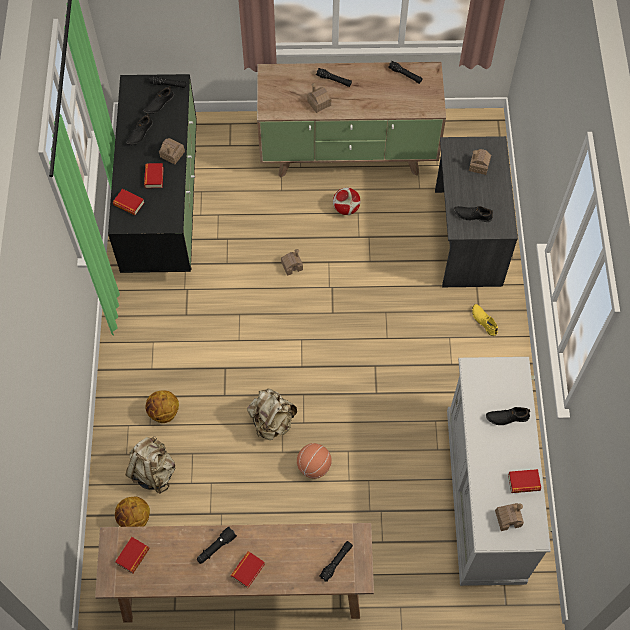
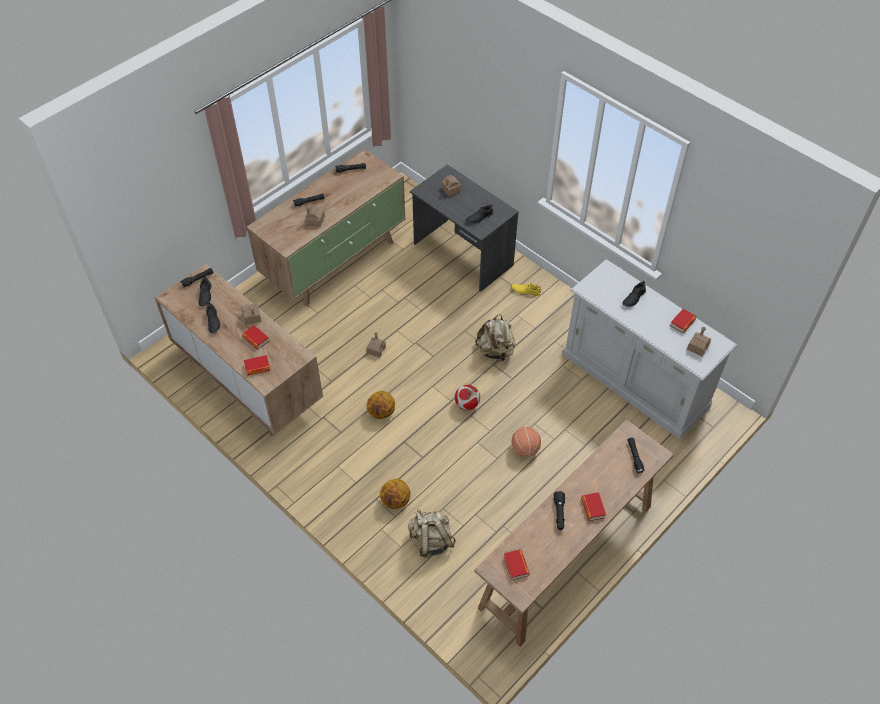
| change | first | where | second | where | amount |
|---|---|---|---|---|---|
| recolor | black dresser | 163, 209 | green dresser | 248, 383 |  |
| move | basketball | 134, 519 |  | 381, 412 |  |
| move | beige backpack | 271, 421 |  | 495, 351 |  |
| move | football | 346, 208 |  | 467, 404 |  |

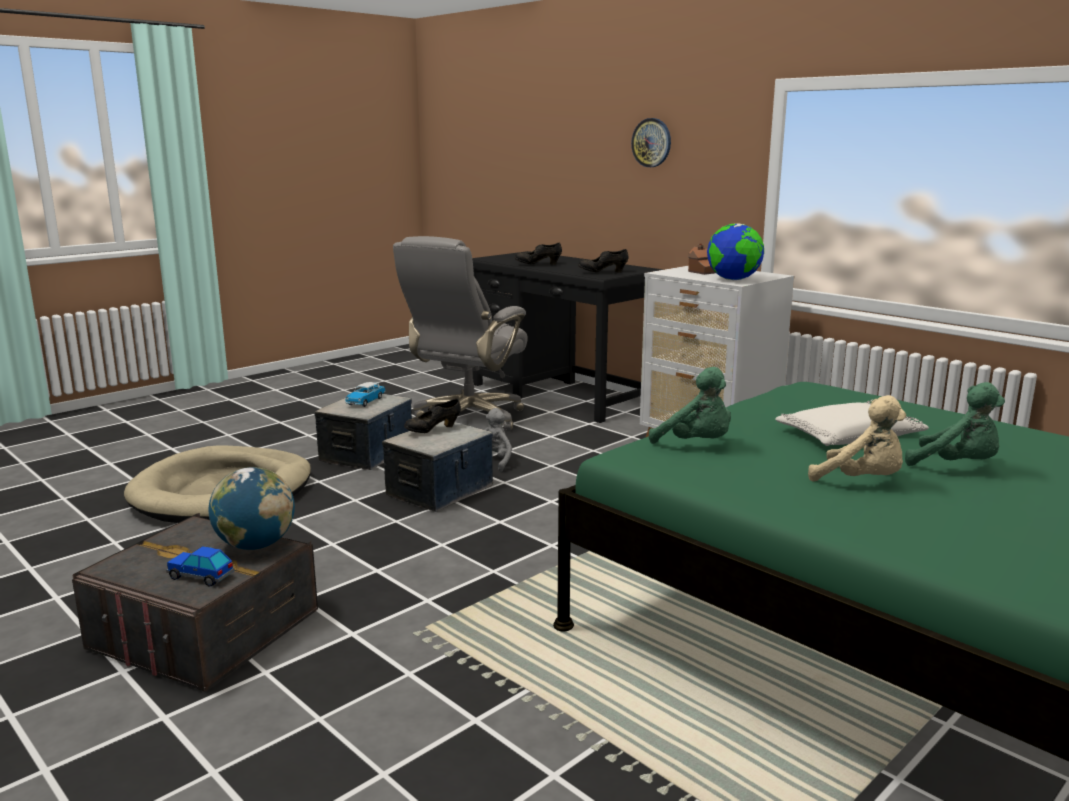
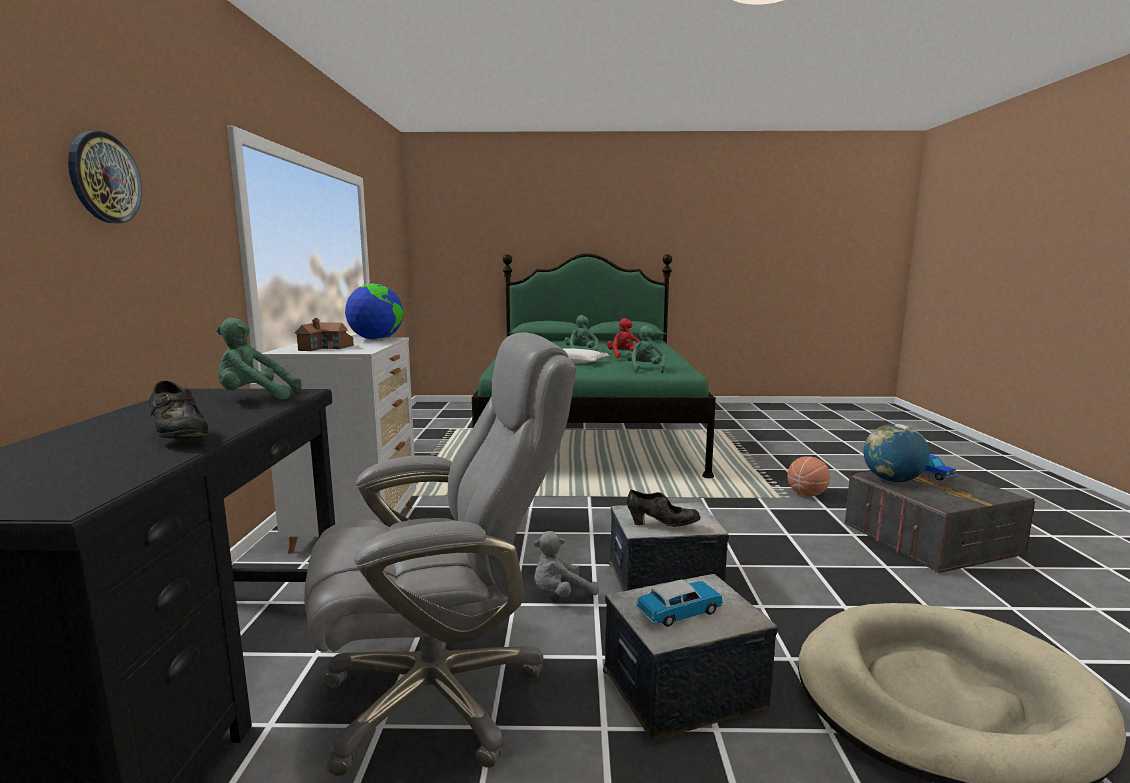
| change | first | where | second | where | amount |
|---|---|---|---|---|---|
| replace | black shoe | 602, 272 | green plush toy | 255, 398 |  |
| recolor | beige plush toy | 861, 481 | red plush toy | 624, 357 |  |
| insert |  |  | basketball | 807, 494 |  |

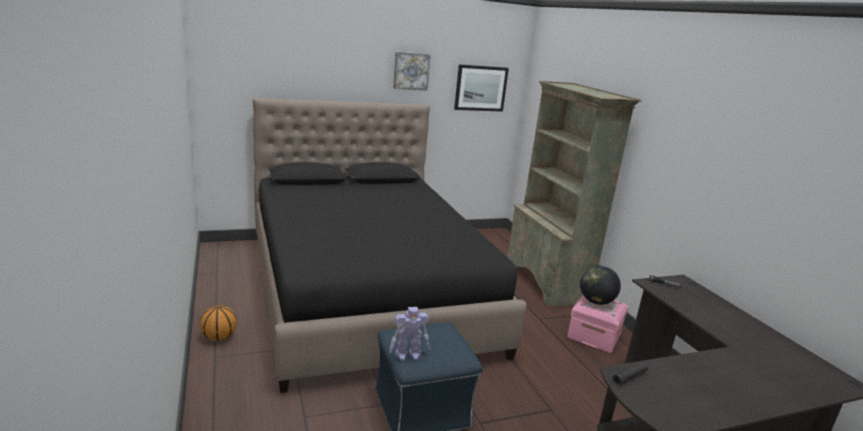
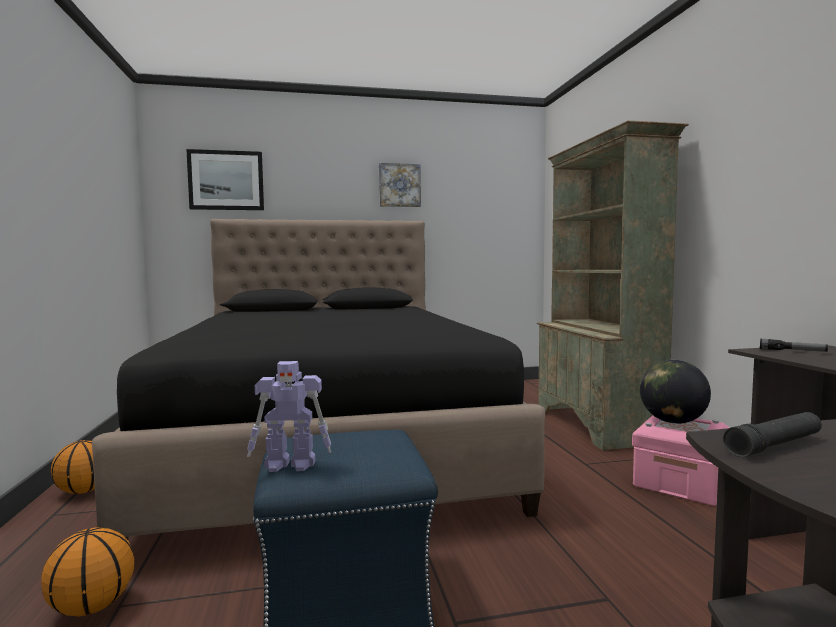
| change | first | where | second | where | amount |
|---|---|---|---|---|---|
| move | picture | 480, 88 |  | 226, 180 |  |
| insert |  |  | basketball | 93, 606 |  |

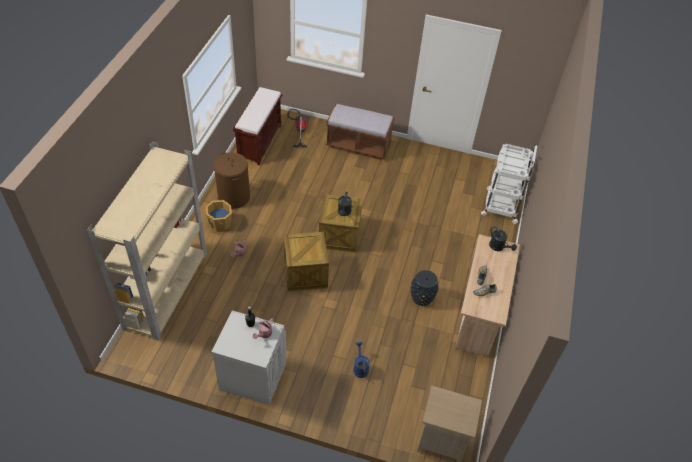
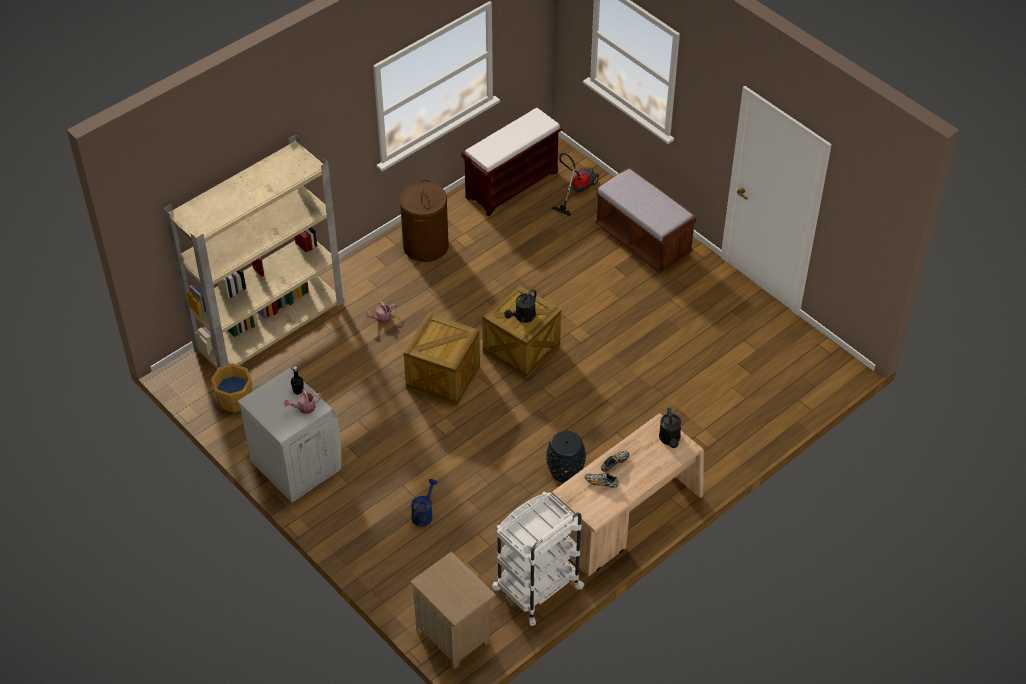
| change | first | where | second | where | amount |
|---|---|---|---|---|---|
| move | orange bucket | 221, 224 |  | 235, 400 |  |
| move | white cart | 501, 206 |  | 537, 587 |  |

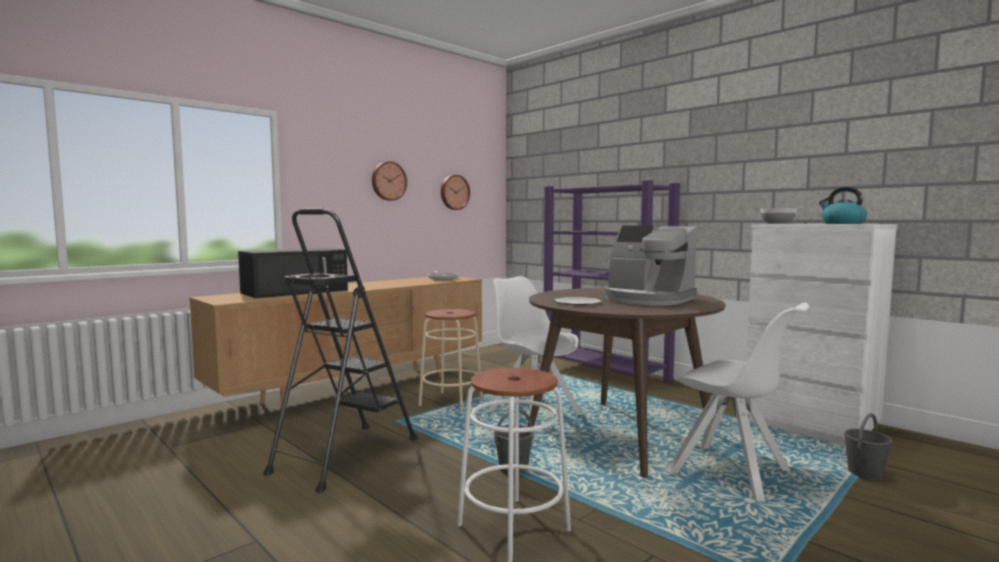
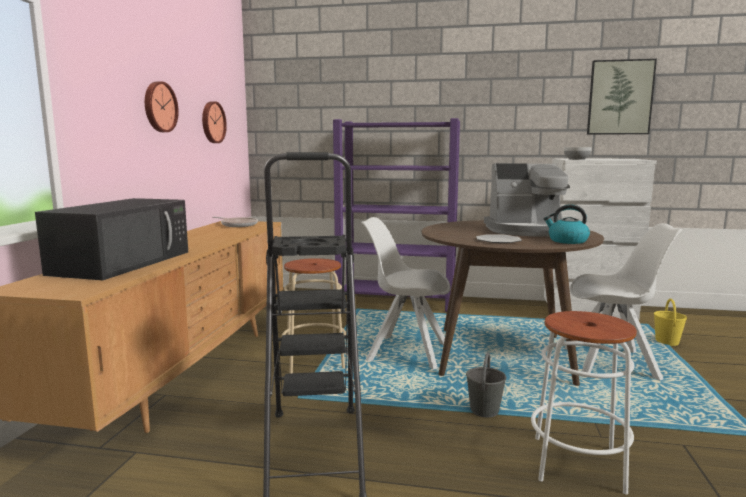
| change | first | where | second | where | amount |
|---|---|---|---|---|---|
| move | kettle | 842, 224 |  | 567, 241 |  |
| recolor | grey bucket | 865, 473 | yellow bucket | 667, 341 |  |
| insert |  |  | picture | 620, 97 |  |

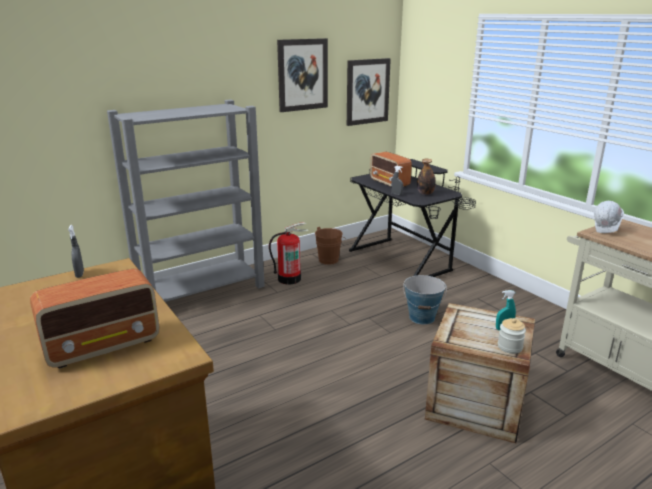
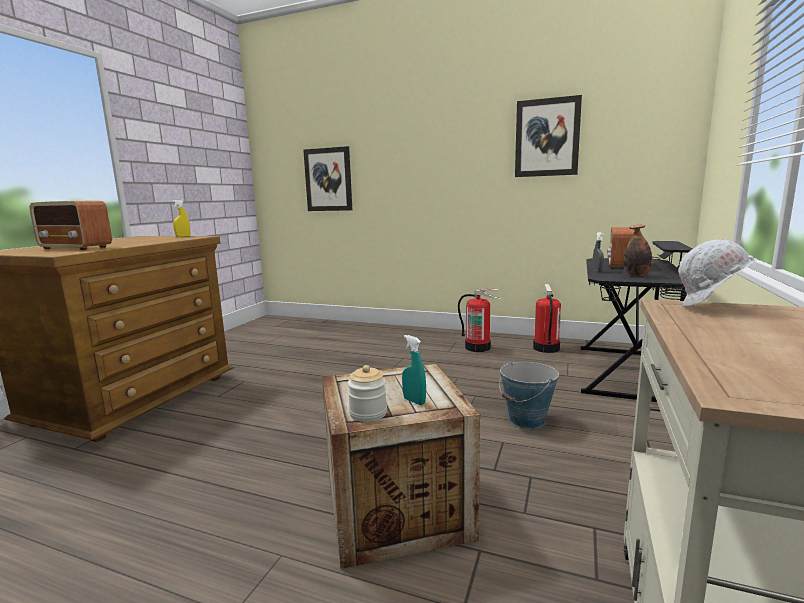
| change | first | where | second | where | amount |
|---|---|---|---|---|---|
| recolor | grey spray bottle | 79, 274 | yellow spray bottle | 183, 236 |  |
| delete | grey bookcase | 201, 291 |  |  |  |
| replace | brown bucket | 330, 259 | fire extinguisher | 545, 348 |  |
| move | picture | 367, 91 |  | 328, 179 |  |

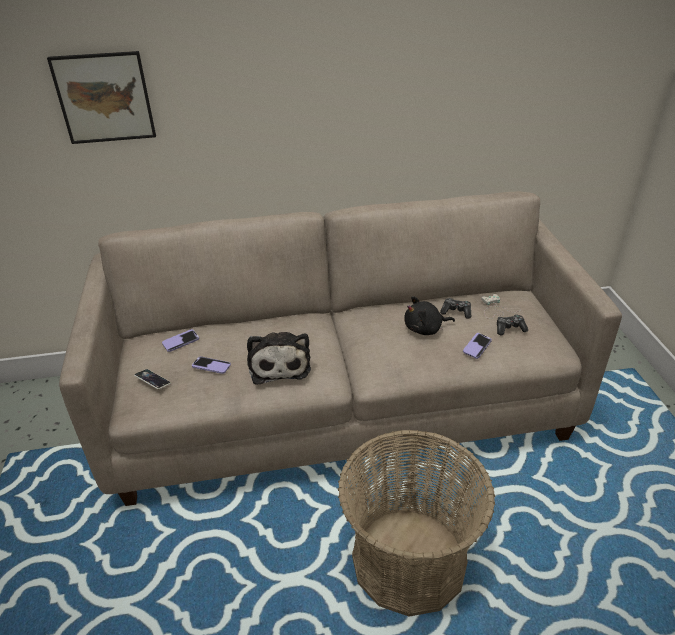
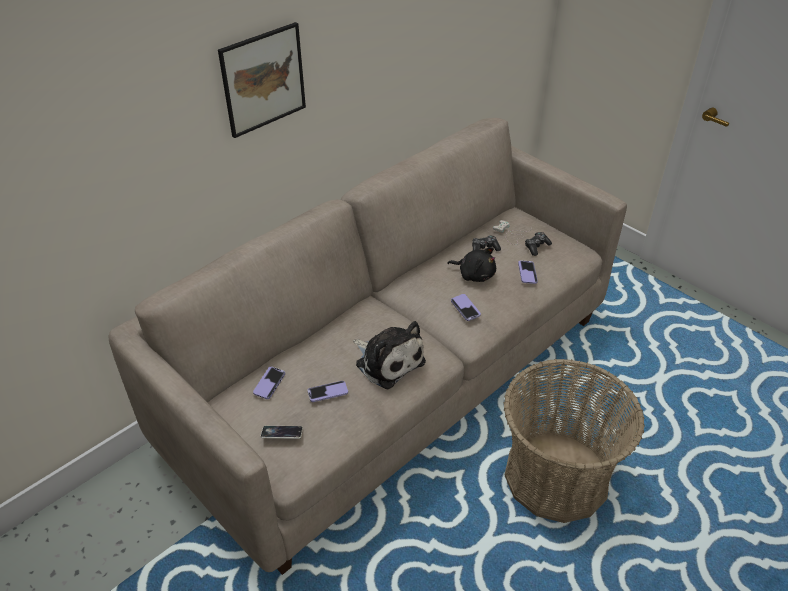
| change | first | where | second | where | amount |
|---|---|---|---|---|---|
| move | picture | 104, 98 |  | 263, 79 |  |
| rotate | black plush toy | 425, 329 |  | 474, 274 | 105 degrees counterclockwise |
| insert |  |  | phone | 465, 308 |  |

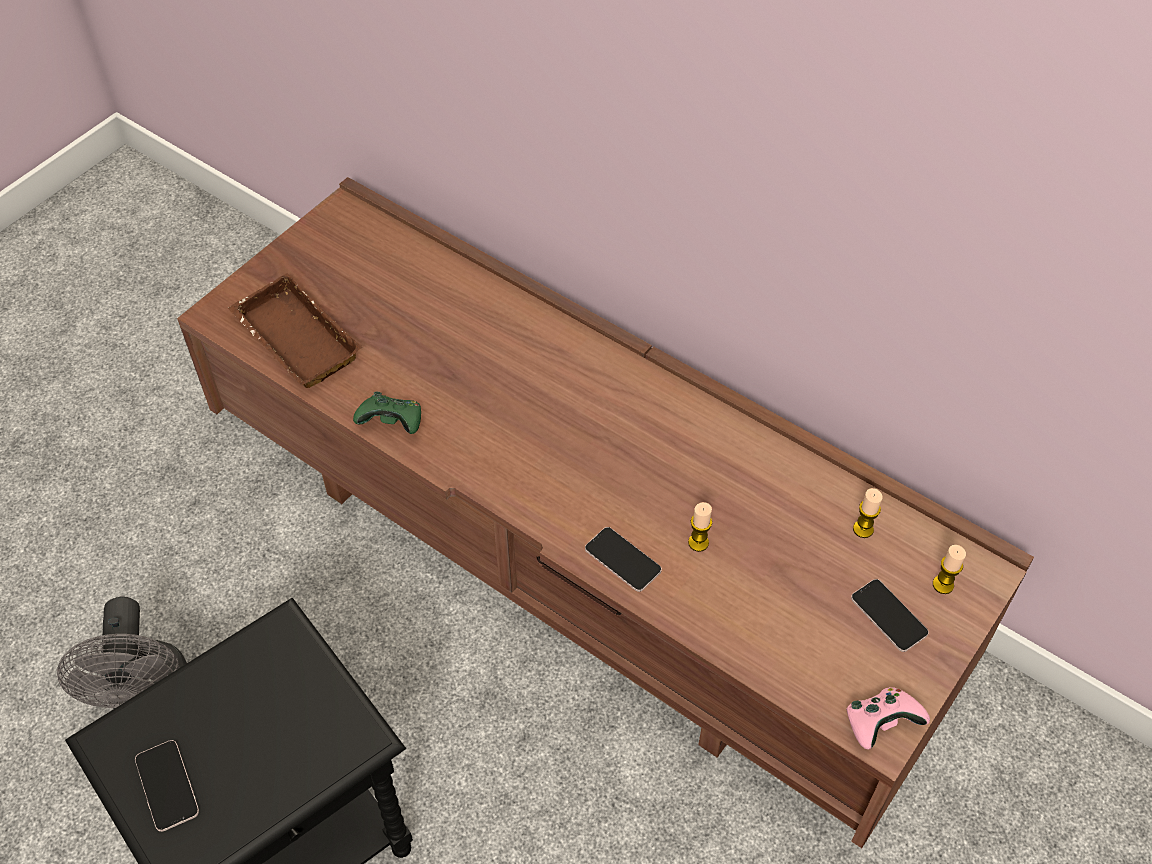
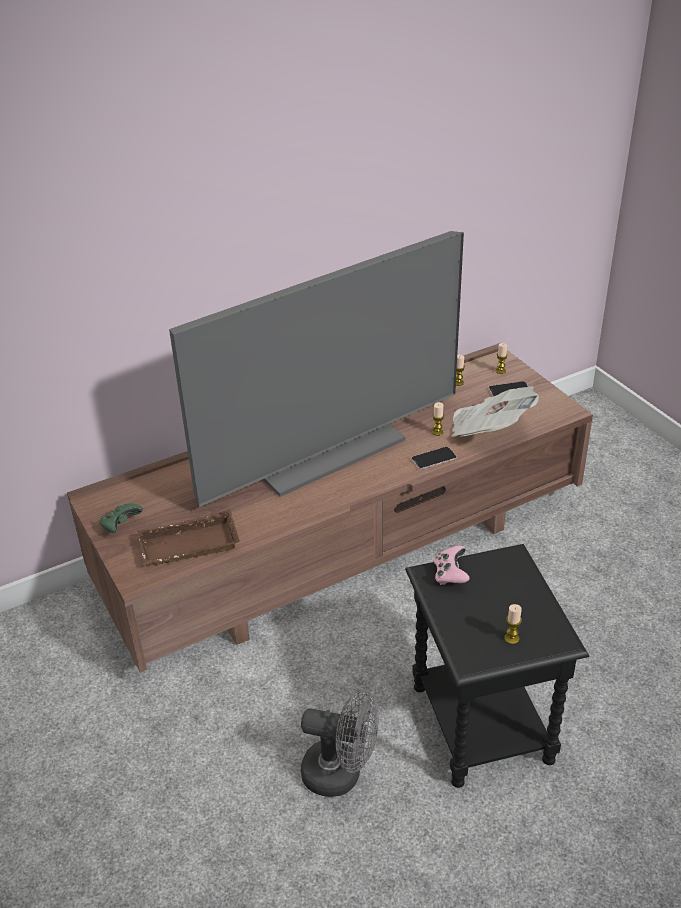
| change | first | where | second | where | amount |
|---|---|---|---|---|---|
| replace | phone | 167, 786 | candle | 511, 638 |  |
| move | green game controller | 393, 423 |  | 121, 525 |  |
| move | pink game controller | 880, 724 |  | 450, 575 |  |
| insert |  |  | television | 325, 448 |  |
| insert |  |  | newspaper | 489, 430 |  |

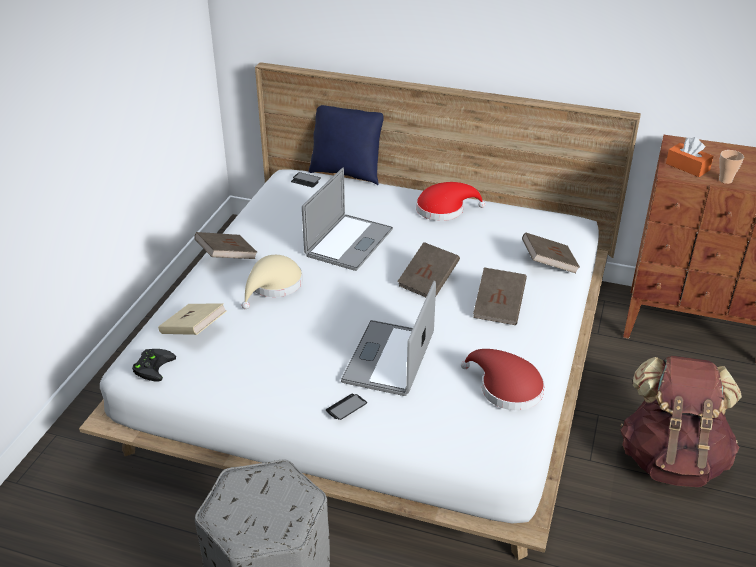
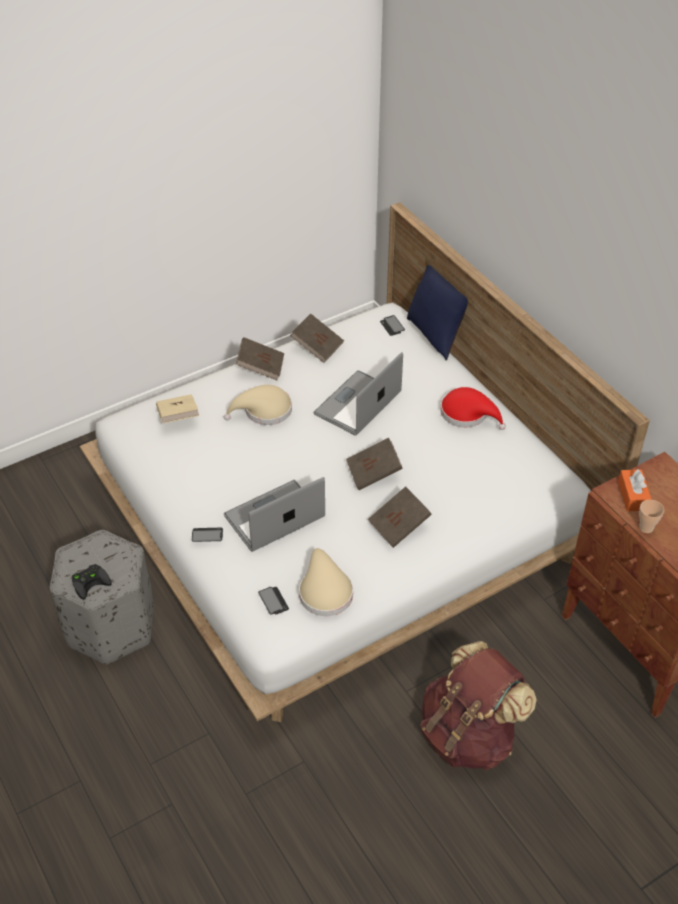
| change | first | where | second | where | amount |
|---|---|---|---|---|---|
| move | black game controller | 152, 365 |  | 91, 581 |  |
| rotate | laptop | 349, 242 |  | 357, 403 | 150 degrees clockwise |
| recolor | red hat | 506, 388 | beige hat | 324, 591 |  |
| move | brown book | 548, 264 |  | 317, 346 |  |
| insert |  |  | phone | 273, 601 |  |

